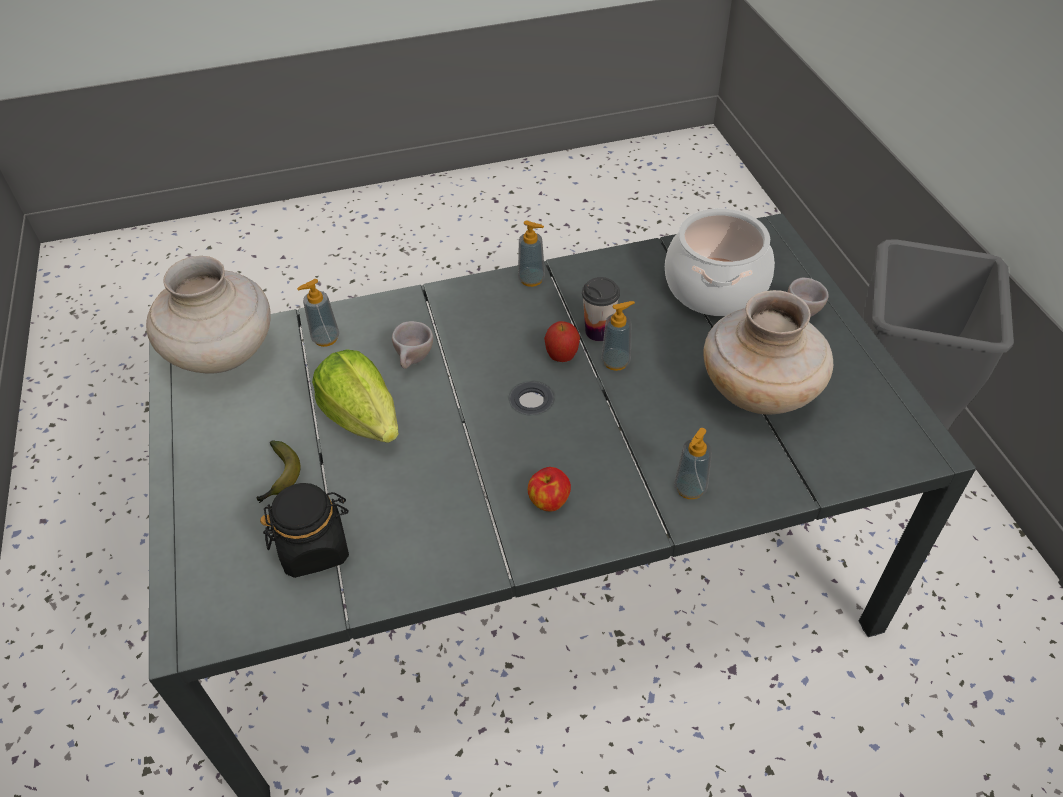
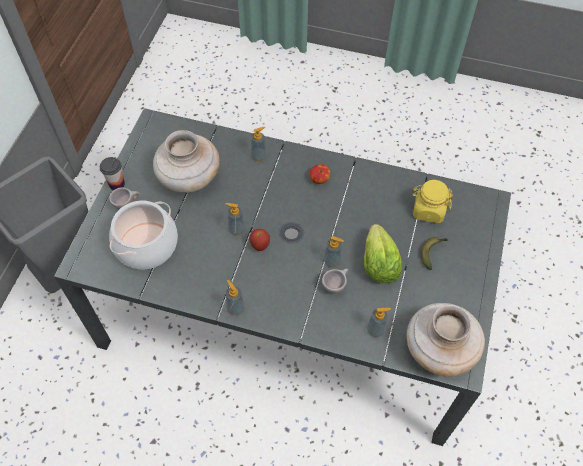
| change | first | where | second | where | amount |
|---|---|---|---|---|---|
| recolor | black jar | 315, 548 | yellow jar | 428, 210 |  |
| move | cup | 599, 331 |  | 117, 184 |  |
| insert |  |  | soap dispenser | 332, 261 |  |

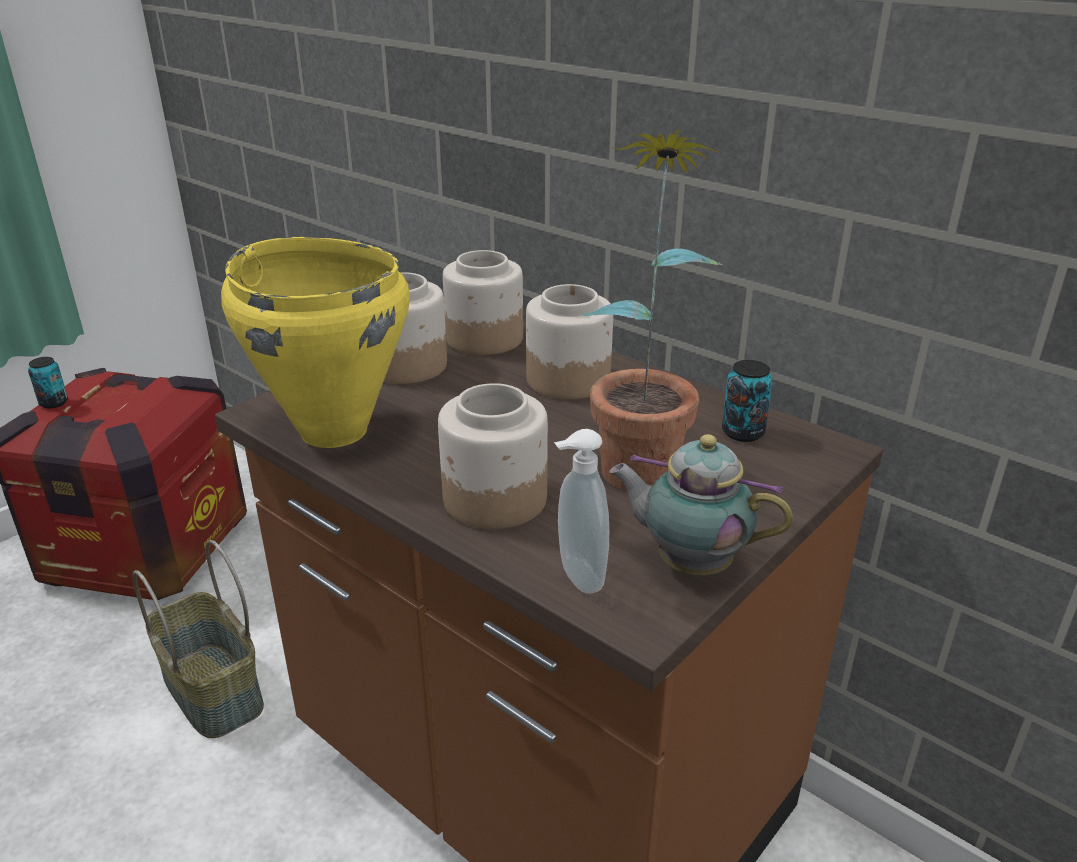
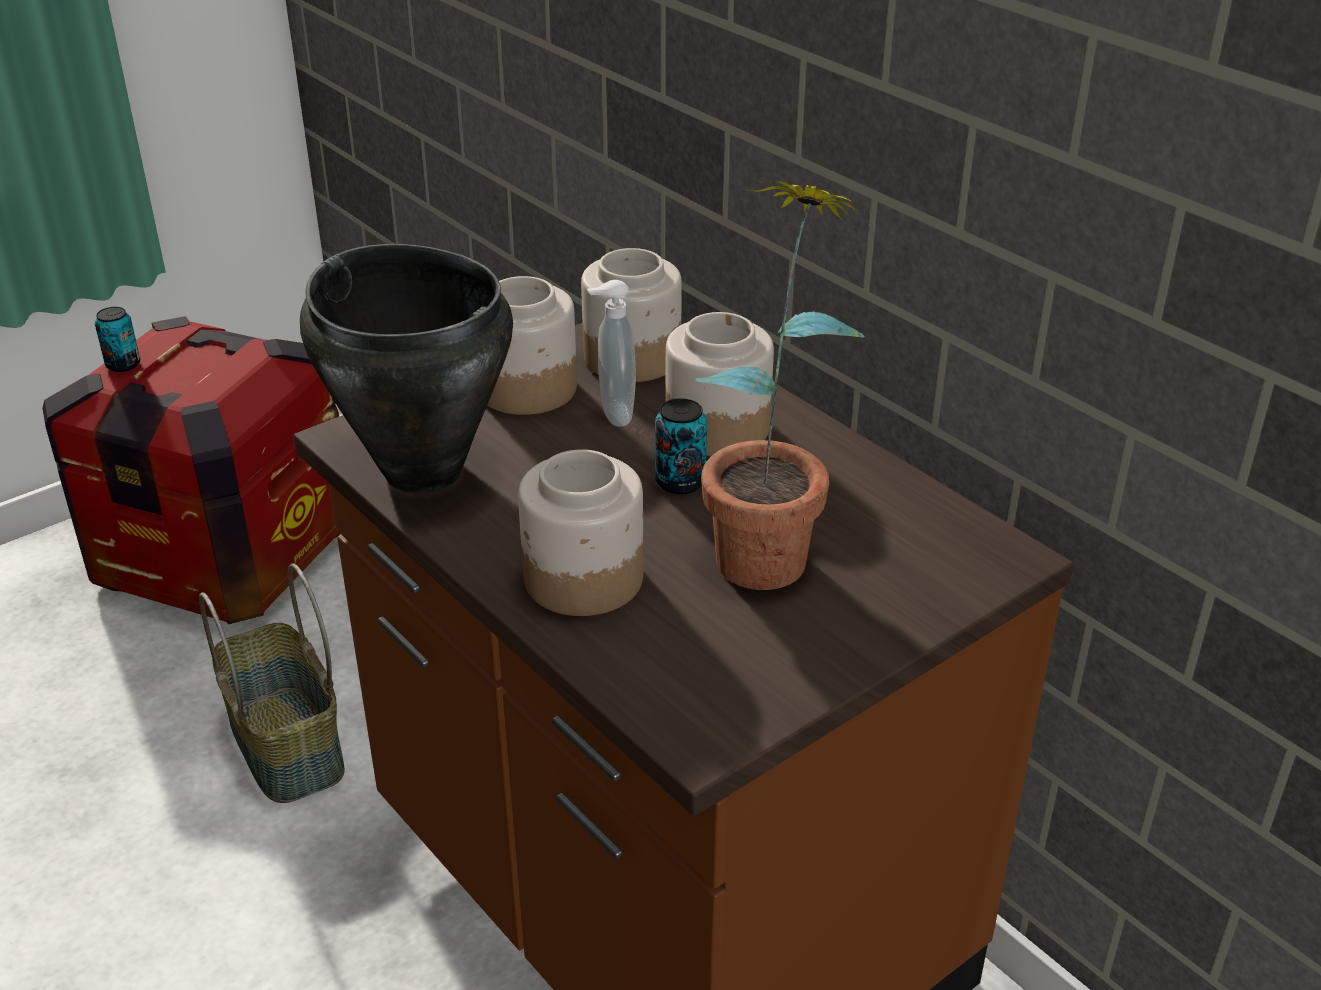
| change | first | where | second | where | amount |
|---|---|---|---|---|---|
| recolor | yellow cooking pot | 334, 430 | black cooking pot | 423, 470 |  |
| move | soap dispenser | 577, 577 |  | 613, 414 |  |
| delete | teapot | 689, 563 |  |  |  |
| move | can | 743, 432 |  | 680, 482 |  |

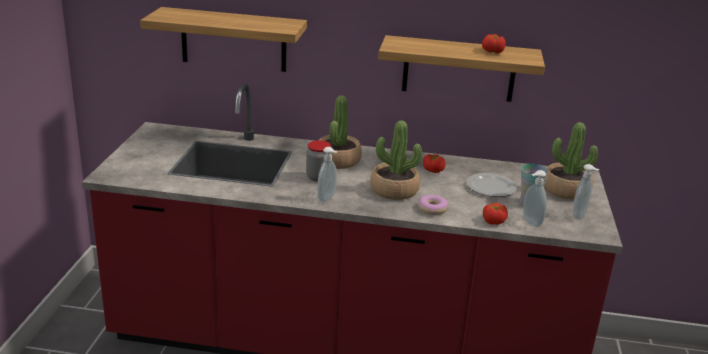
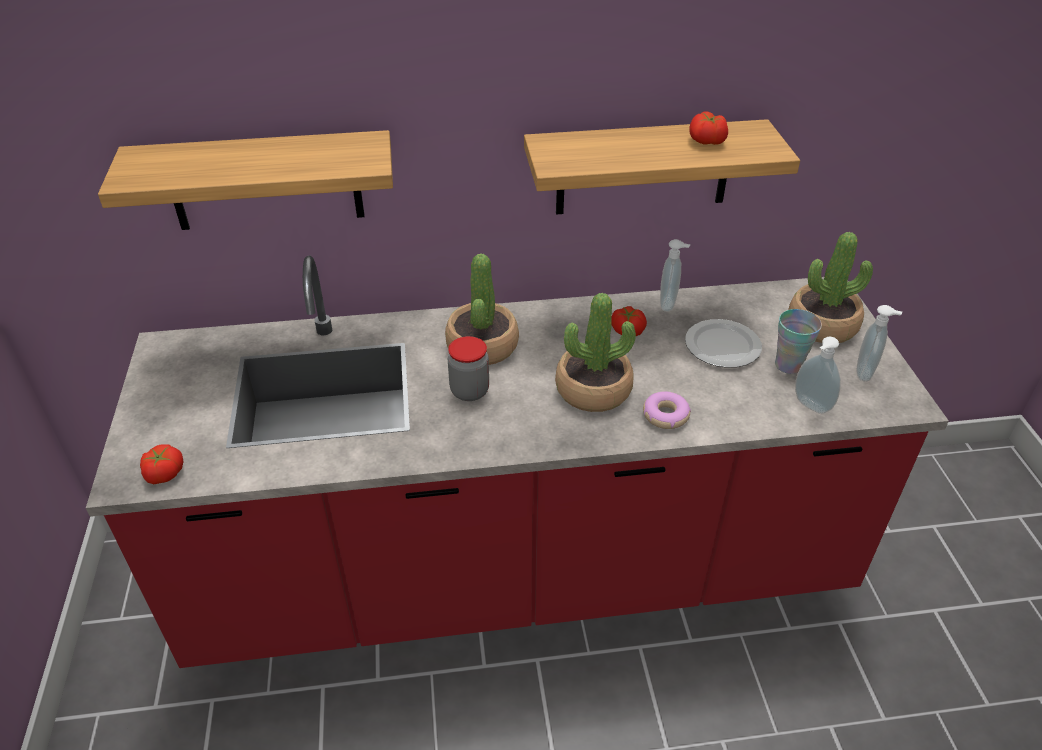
| change | first | where | second | where | amount |
|---|---|---|---|---|---|
| move | soap dispenser | 327, 198 |  | 669, 304 |  |
| move | tomato | 493, 221 |  | 164, 473 |  |

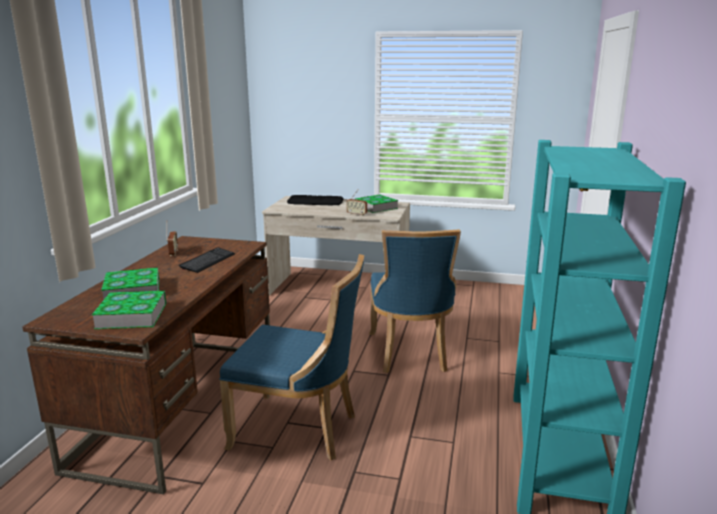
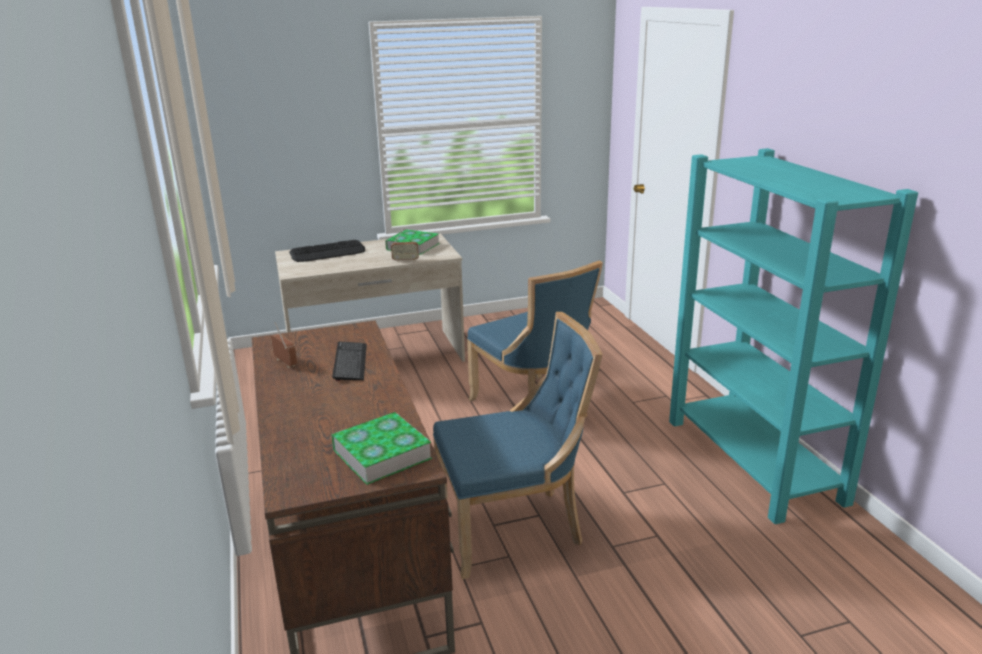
| change | first | where | second | where | amount |
|---|---|---|---|---|---|
| delete | book | 132, 290 |  |  |  |

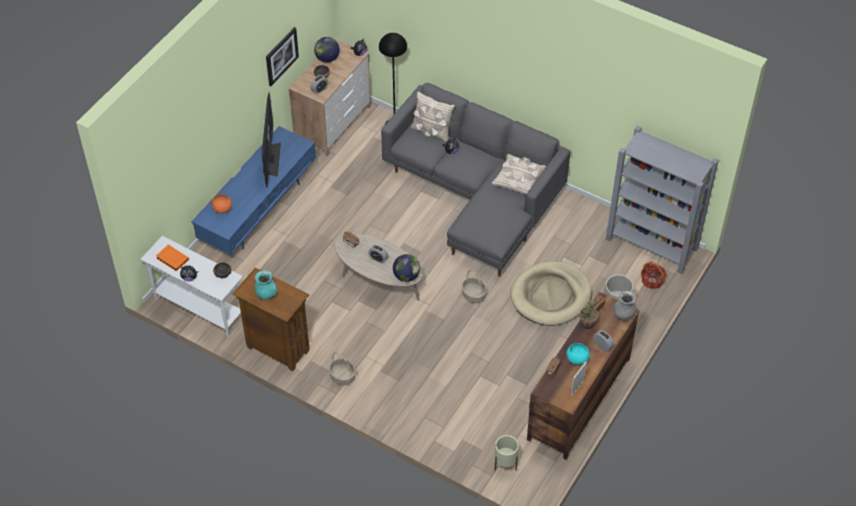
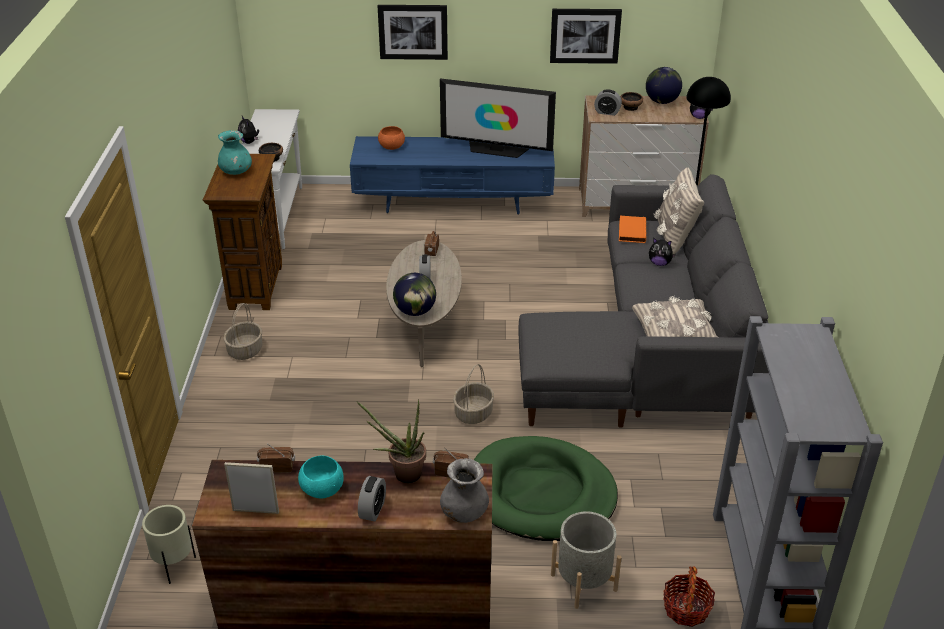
| change | first | where | second | where | amount |
|---|---|---|---|---|---|
| move | orange book | 172, 259 |  | 631, 231 |  |
| rotate | television | 271, 159 |  | 496, 150 | 135 degrees counterclockwise |
| recolor | beige dog bed | 550, 296 | green dog bed | 541, 493 |  |
| insert |  |  | picture | 413, 31 |  |

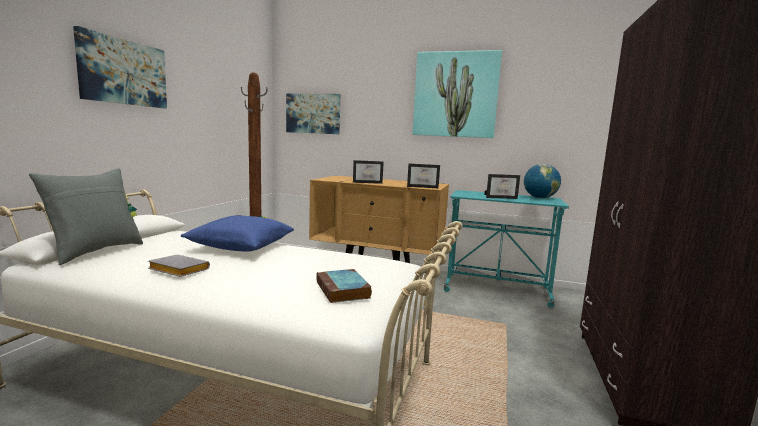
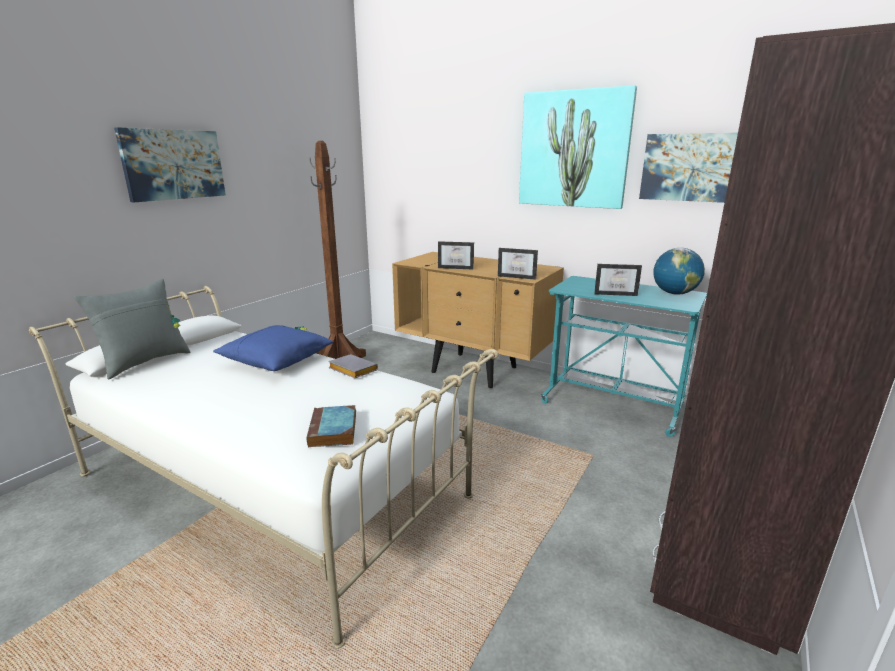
| change | first | where | second | where | amount |
|---|---|---|---|---|---|
| move | grey book | 177, 270 |  | 351, 370 |  |
| move | picture | 313, 113 |  | 694, 167 |  |

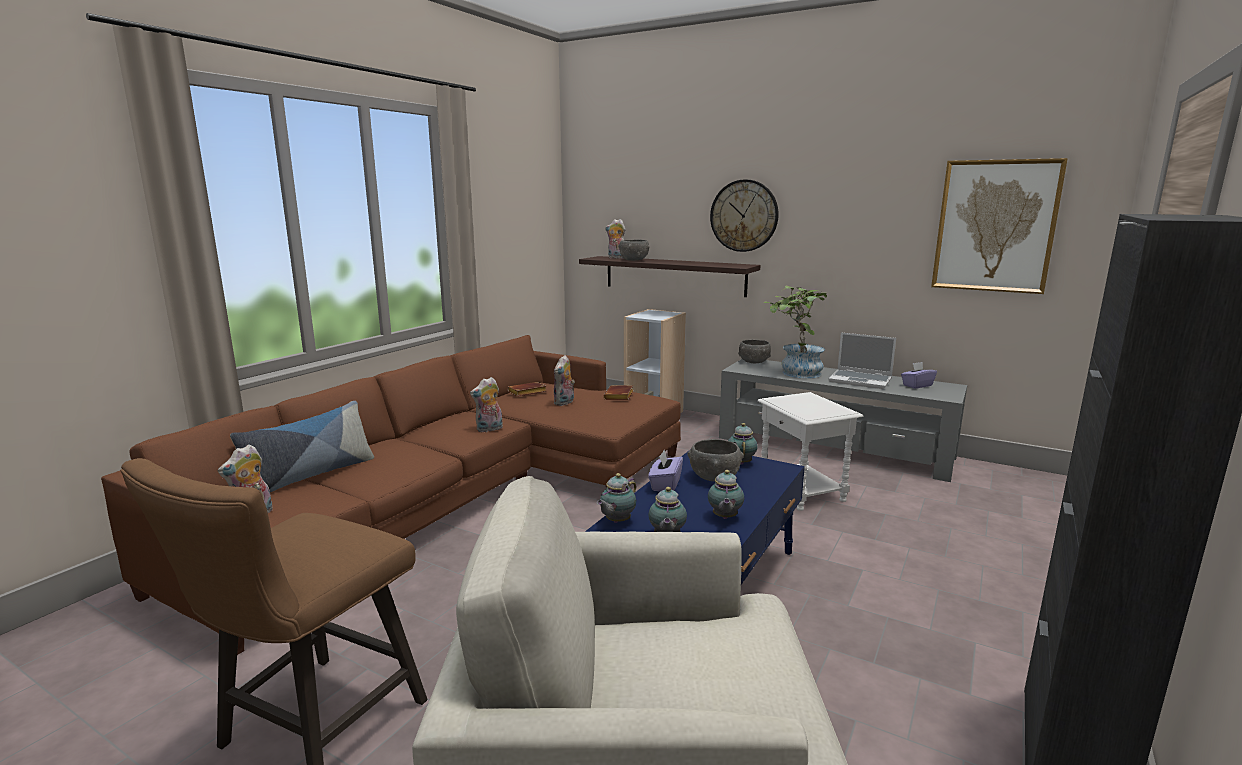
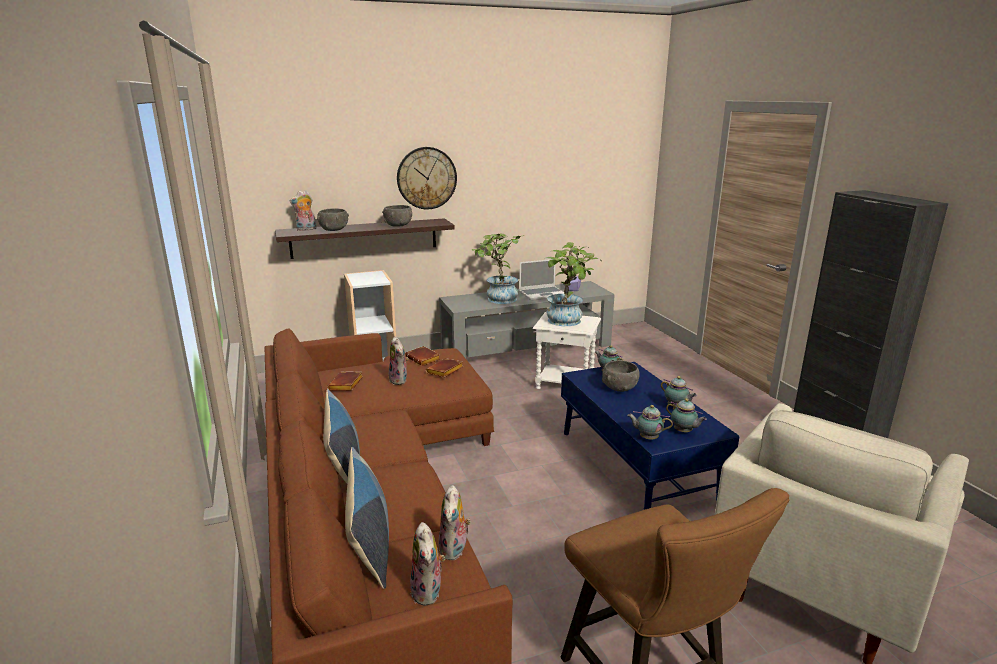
| change | first | where | second | where | amount |
|---|---|---|---|---|---|
| move | plush toy | 489, 429 |  | 455, 550 |  |
| rotate | teapot | 616, 521 |  | 647, 438 | 120 degrees clockwise |
| delete | purple tissue box | 665, 485 |  |  |  |
| move | grey bowl | 754, 362 |  | 398, 225 |  |
| delete | picture | 995, 226 |  |  |  |
| insert |  |  | pillow | 343, 462 |  |
| insert |  |  | brown book | 445, 371 |  |
| insert |  |  | potted plant | 568, 321 |  |

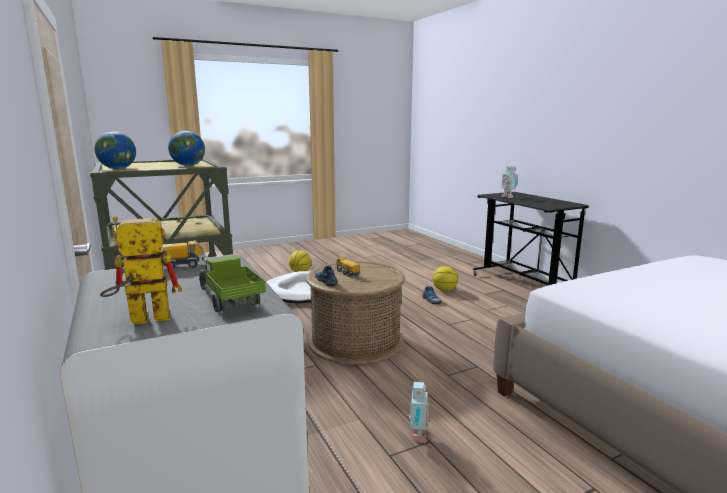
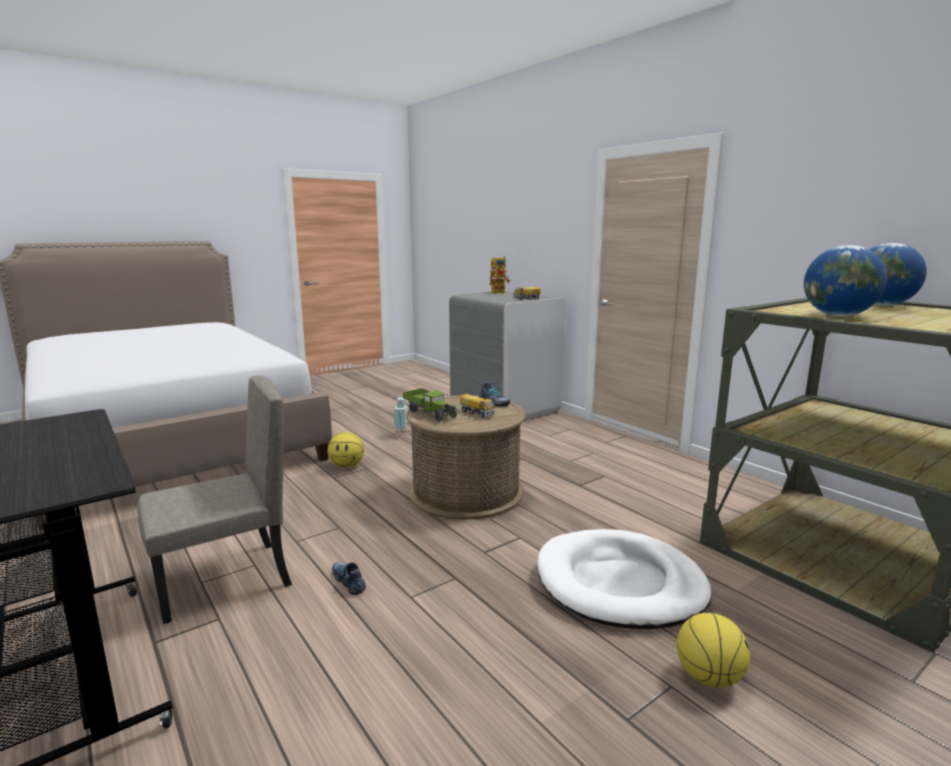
| change | first | where | second | where | amount |
|---|---|---|---|---|---|
| move | toy truck | 229, 299 |  | 430, 413 |  |
| move | basketball | 444, 290 |  | 347, 466 |  |
| delete | toy robot | 507, 197 |  |  |  |
| insert |  |  | beige chair | 223, 580 |  |

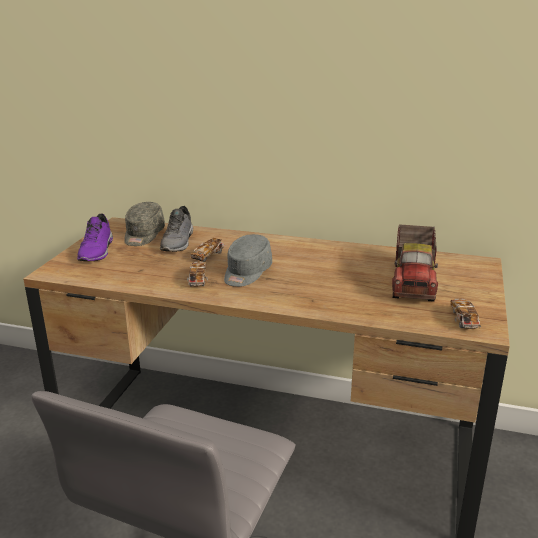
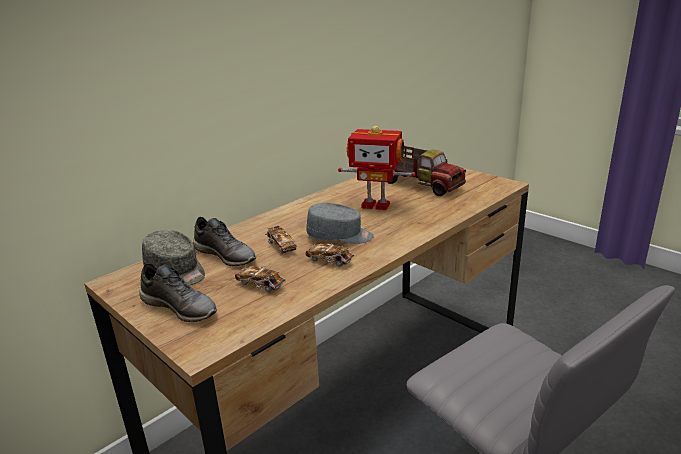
| change | first | where | second | where | amount |
|---|---|---|---|---|---|
| recolor | purple shoe | 97, 251 | grey shoe | 180, 307 |  |
| rotate | grey cap | 246, 273 |  | 340, 236 | 45 degrees counterclockwise |
| move | toy car | 463, 320 |  | 260, 285 |  |
| insert |  |  | toy robot | 376, 205 |  |

